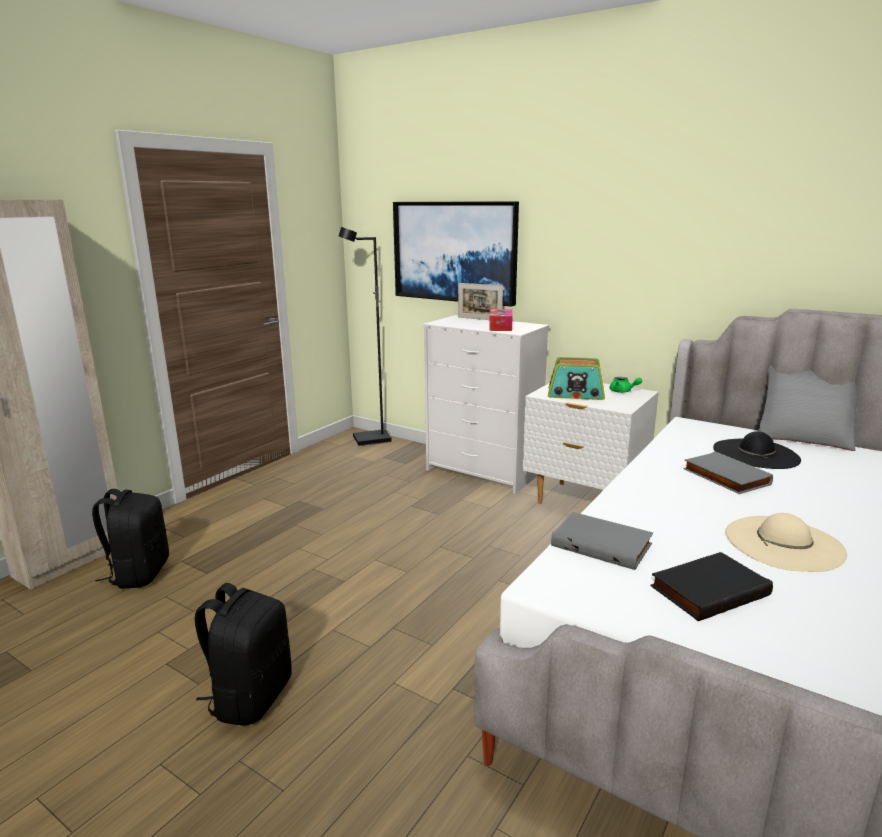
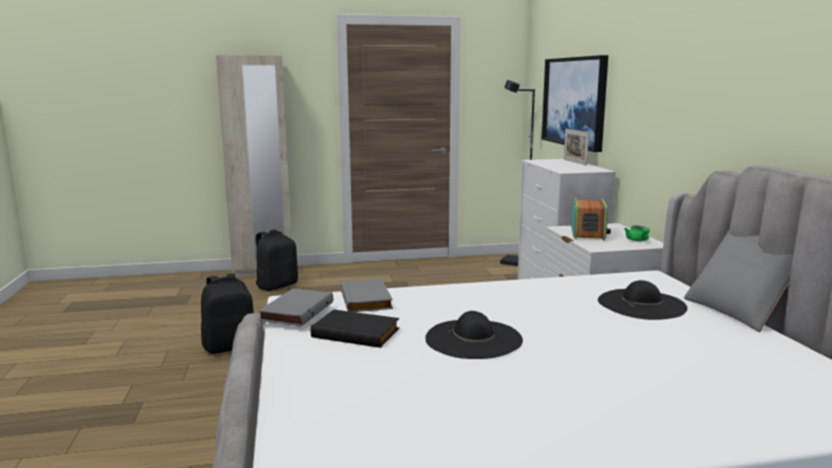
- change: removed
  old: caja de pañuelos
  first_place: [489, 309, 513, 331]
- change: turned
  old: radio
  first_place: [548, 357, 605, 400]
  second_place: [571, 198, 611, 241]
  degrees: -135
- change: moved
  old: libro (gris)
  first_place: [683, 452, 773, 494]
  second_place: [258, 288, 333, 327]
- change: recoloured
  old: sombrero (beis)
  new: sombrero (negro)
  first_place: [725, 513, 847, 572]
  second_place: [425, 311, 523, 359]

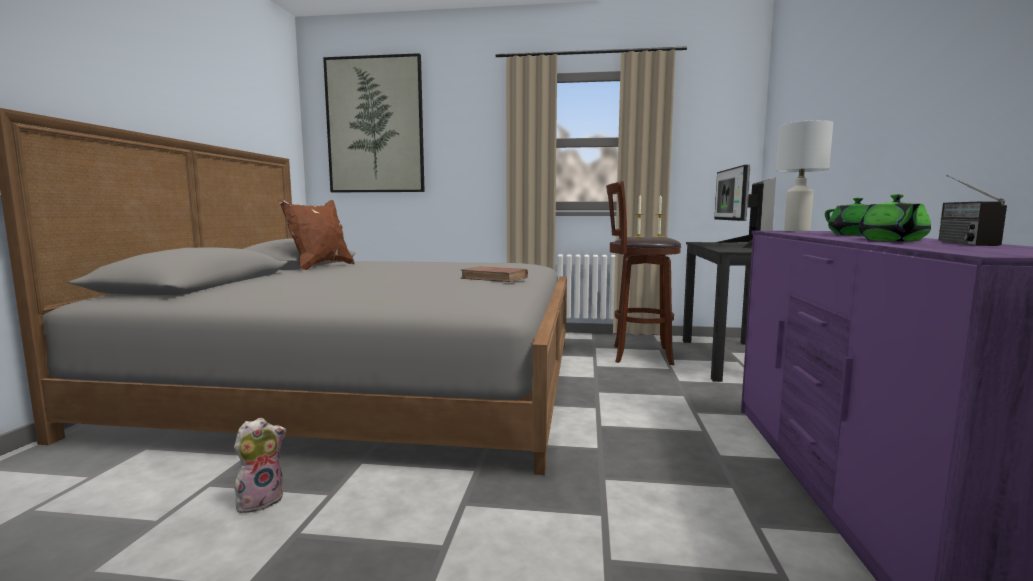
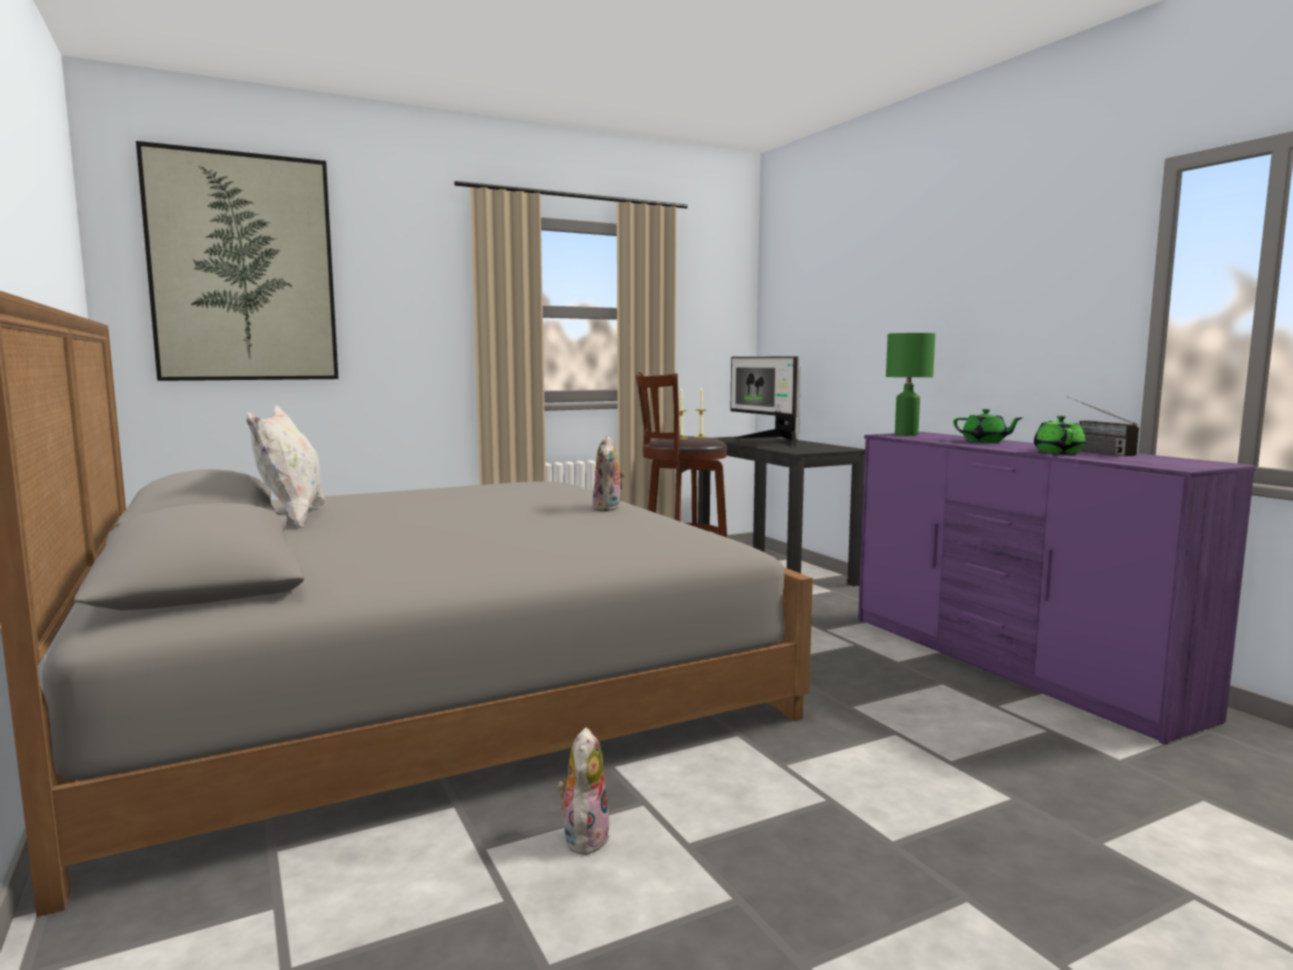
- change: recoloured
  old: cojín (marrón)
  new: cojín (blanco)
  first_place: [278, 199, 354, 270]
  second_place: [246, 405, 325, 526]
- change: replaced
  old: libro (marrón)
  new: peluche
  first_place: [461, 266, 528, 282]
  second_place: [593, 436, 625, 512]
- change: recoloured
  old: lámpara de mesa (blanco)
  new: lámpara de mesa (verde)
  first_place: [776, 120, 833, 232]
  second_place: [886, 333, 935, 436]
- change: turned
  old: tetera (verde)
  first_place: [858, 194, 931, 242]
  second_place: [1034, 416, 1086, 454]
  degrees: -150

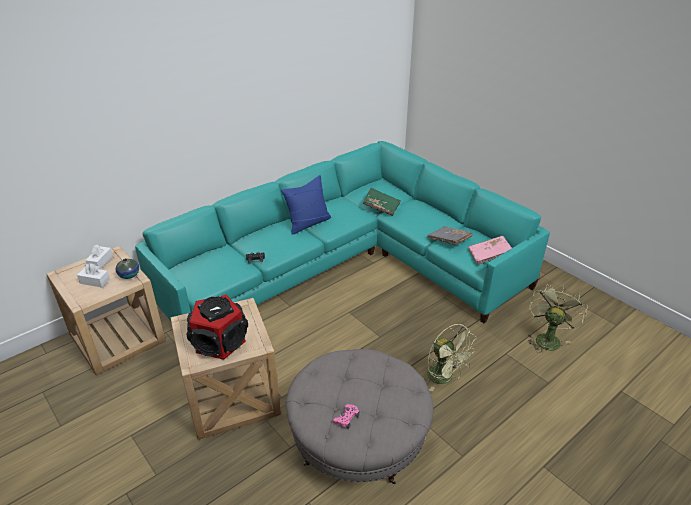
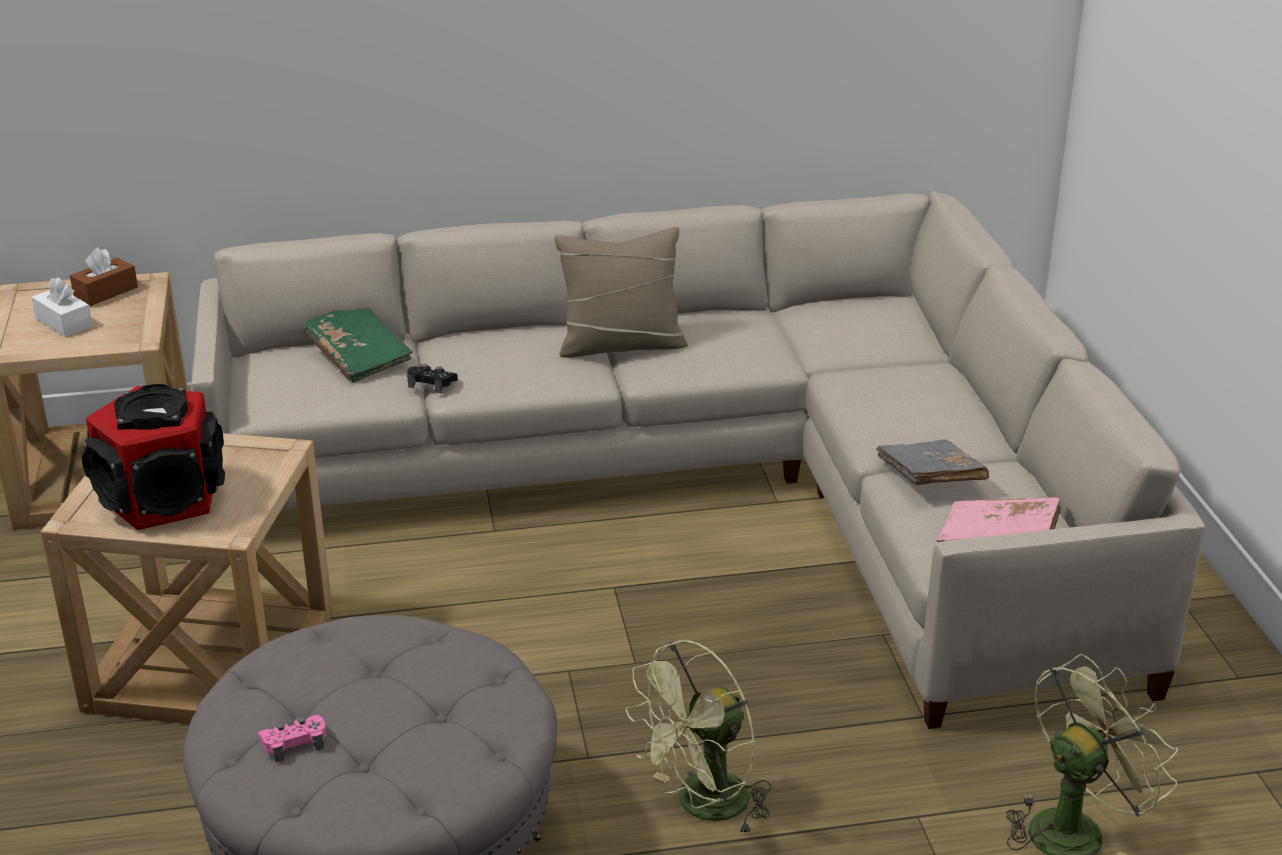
- change: recoloured
  old: caja de pañuelos (blanco)
  new: caja de pañuelos (marrón)
  first_place: [85, 245, 113, 270]
  second_place: [70, 247, 138, 306]
- change: removed
  old: florero
  first_place: [116, 258, 139, 279]
- change: recoloured
  old: sofá (turquesa)
  new: sofá (beis)
  first_place: [135, 141, 550, 323]
  second_place: [191, 191, 1206, 729]
- change: recoloured
  old: cojín (azul)
  new: cojín (beis)
  first_place: [281, 175, 331, 235]
  second_place: [554, 227, 688, 358]
- change: moved
  old: libro (verde)
  first_place: [363, 188, 401, 216]
  second_place: [303, 308, 413, 383]
- change: turned
  old: ventilador (verde)
  first_place: [427, 324, 477, 392]
  second_place: [626, 640, 771, 832]
  degrees: 60

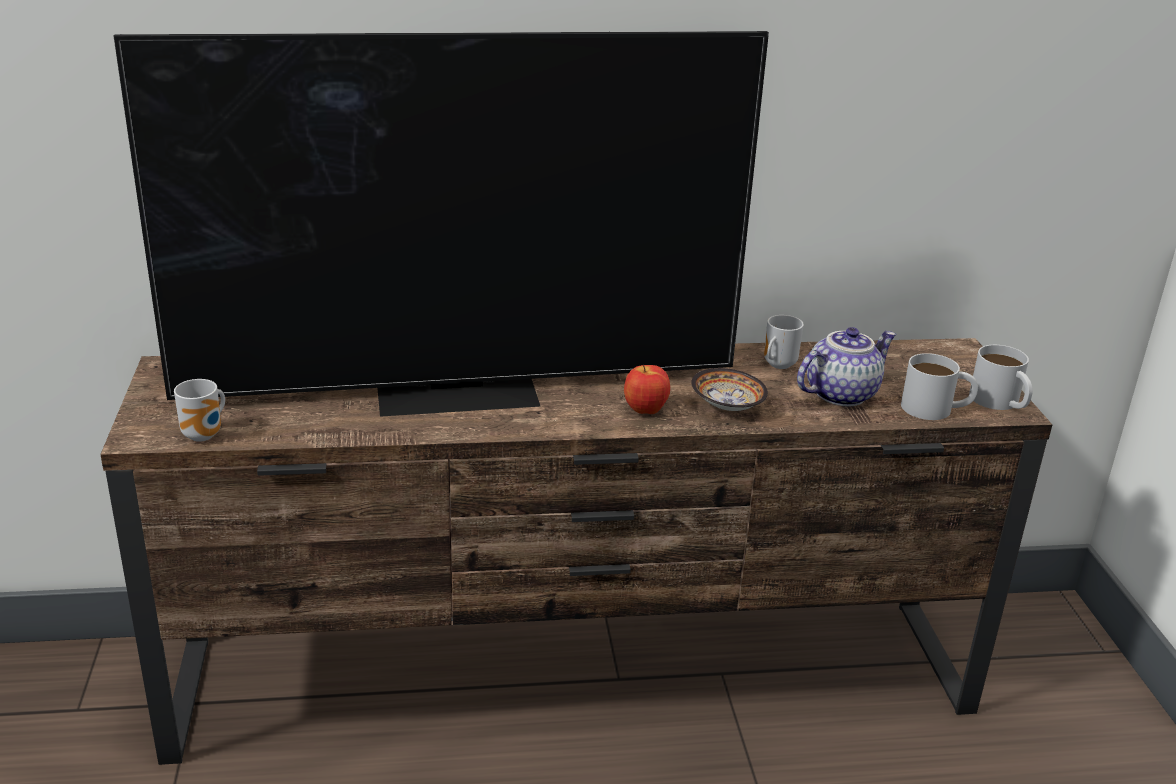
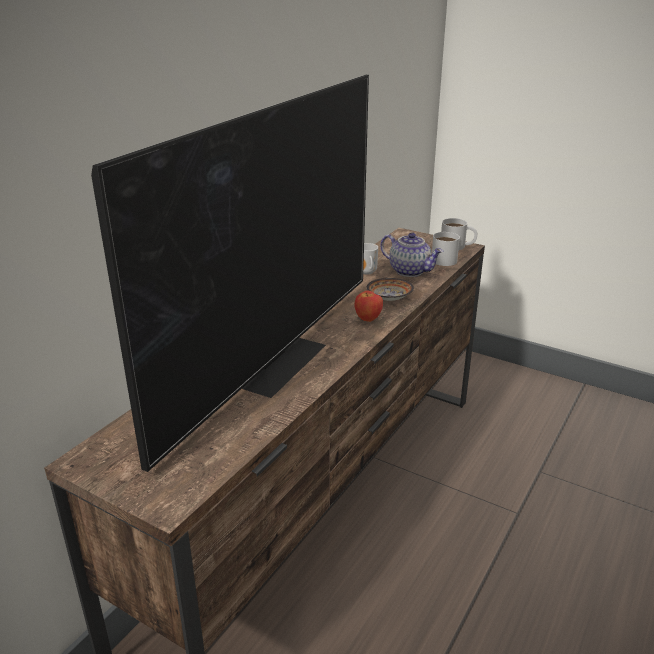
- change: removed
  old: taza grande
  first_place: [174, 379, 225, 442]
- change: turned
  old: tetera
  first_place: [797, 327, 897, 407]
  second_place: [380, 233, 443, 277]
  degrees: 120

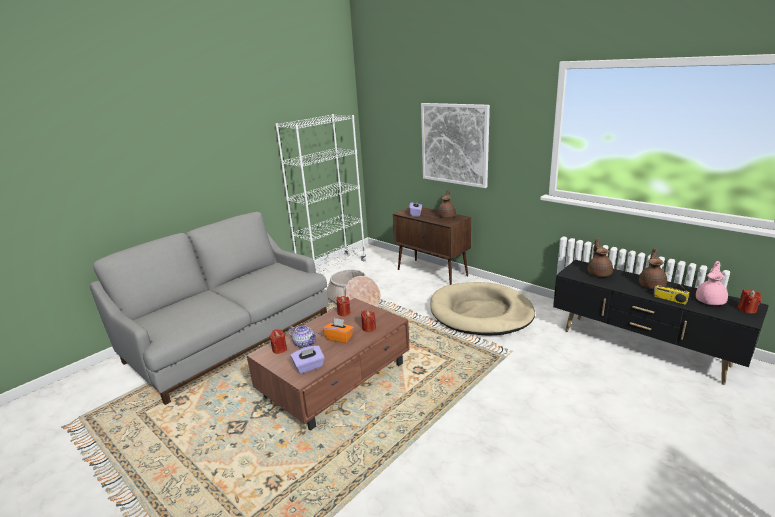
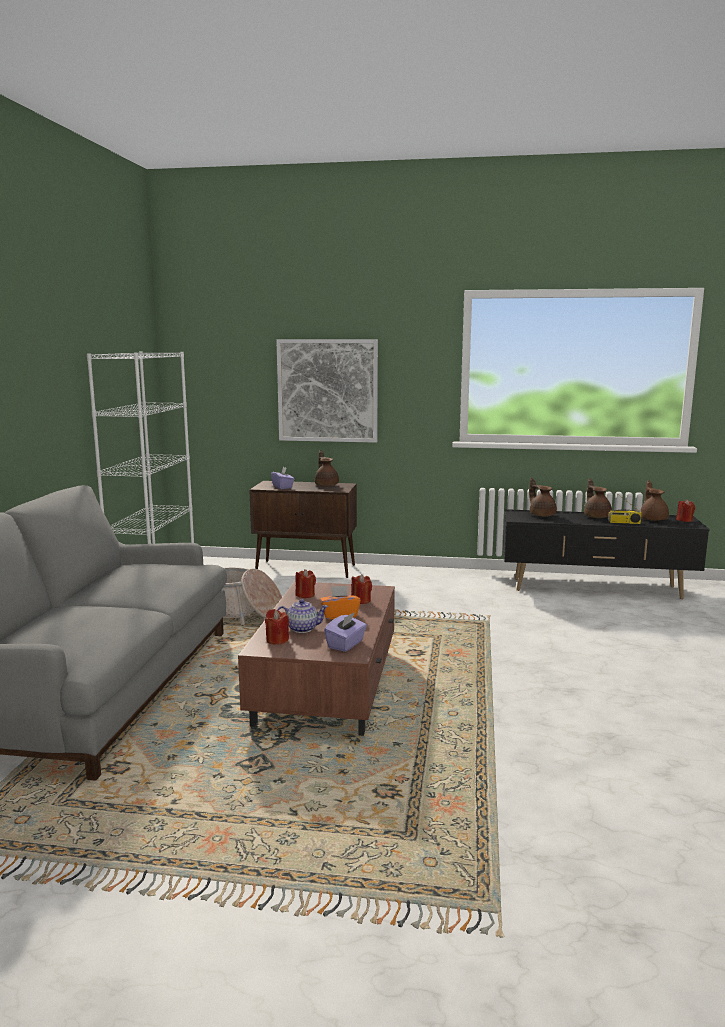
- change: removed
  old: cama para perro (beis)
  first_place: [430, 282, 535, 336]
- change: recoloured
  old: tetera (rosa)
  new: tetera (marrón)
  first_place: [696, 261, 728, 305]
  second_place: [640, 480, 669, 521]

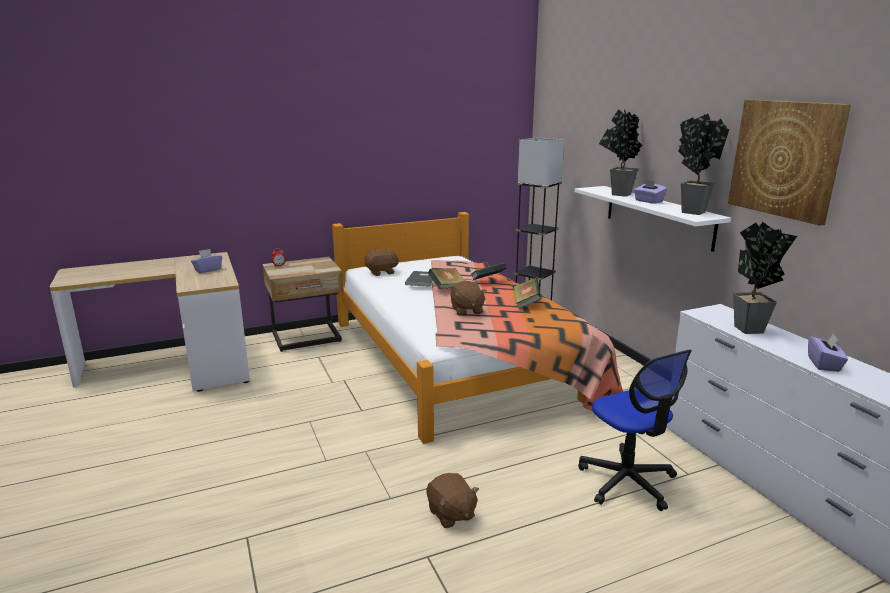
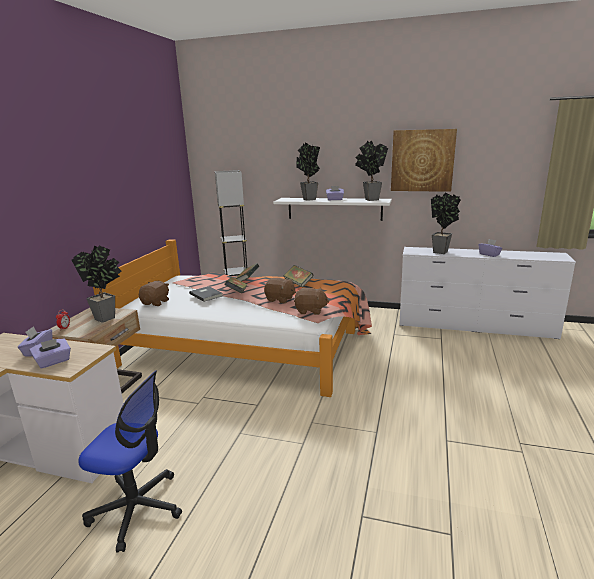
- change: moved
  old: peluche (marrón)
  first_place: [427, 473, 479, 528]
  second_place: [294, 288, 330, 315]
- change: moved
  old: silla de oficina
  first_place: [578, 349, 692, 511]
  second_place: [78, 370, 182, 553]
- change: added
  new: caja de pañuelos (morado)
  second_place: [29, 338, 71, 369]
- change: added
  new: planta en maceta
  second_place: [71, 246, 122, 323]

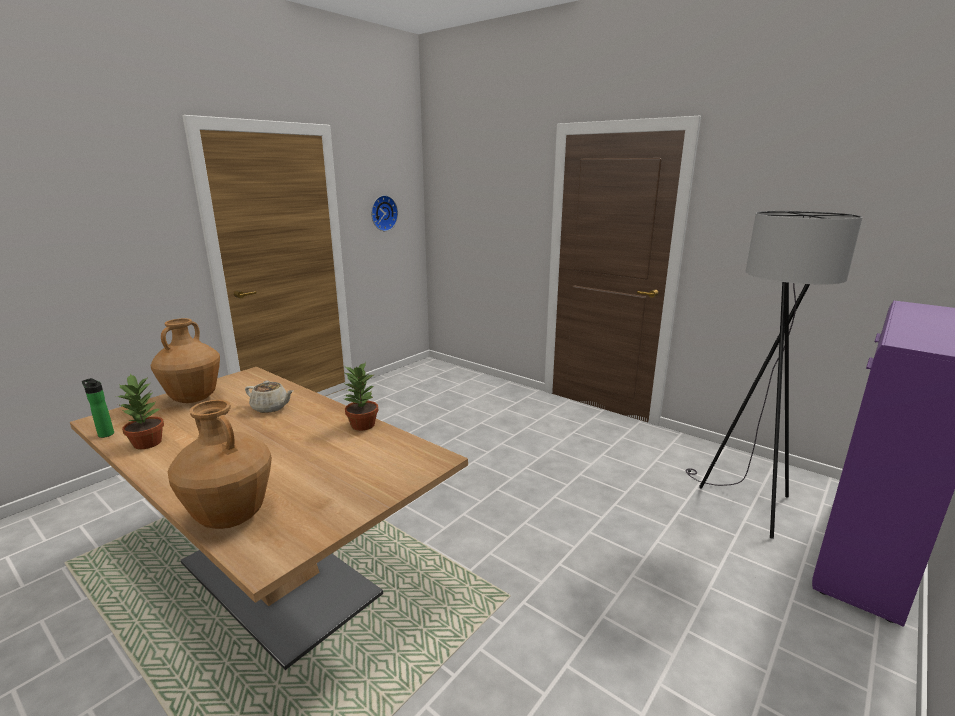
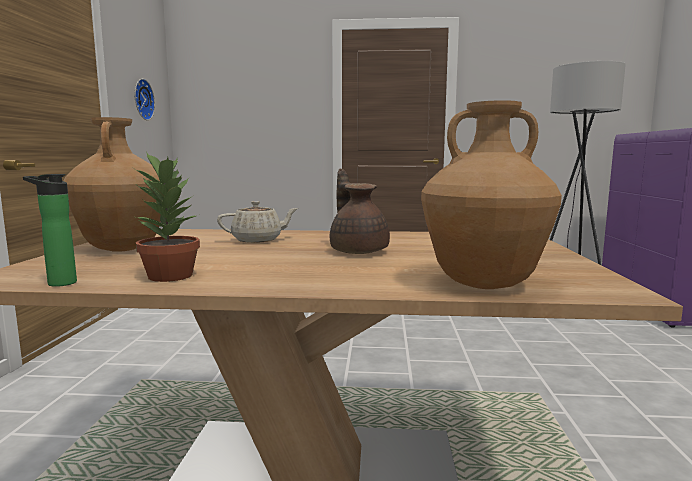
- change: removed
  old: planta en maceta
  first_place: [345, 362, 379, 431]
- change: added
  new: tetera (marrón)
  second_place: [330, 169, 390, 254]

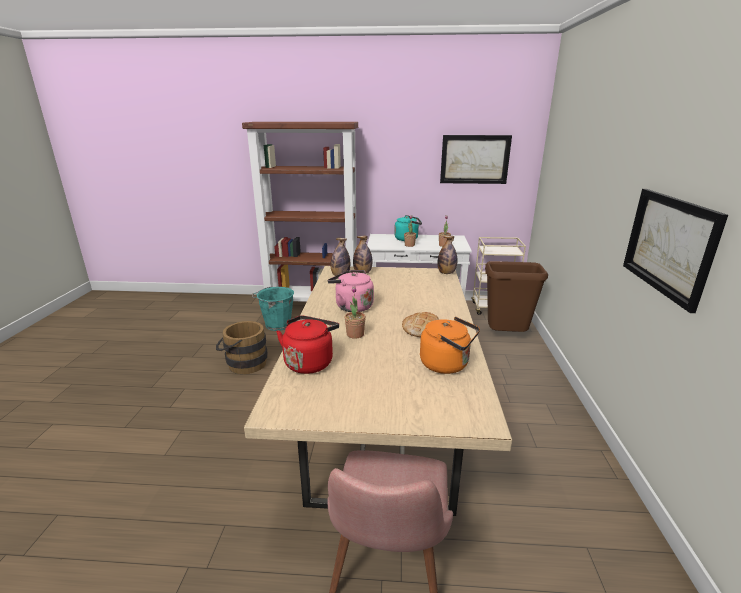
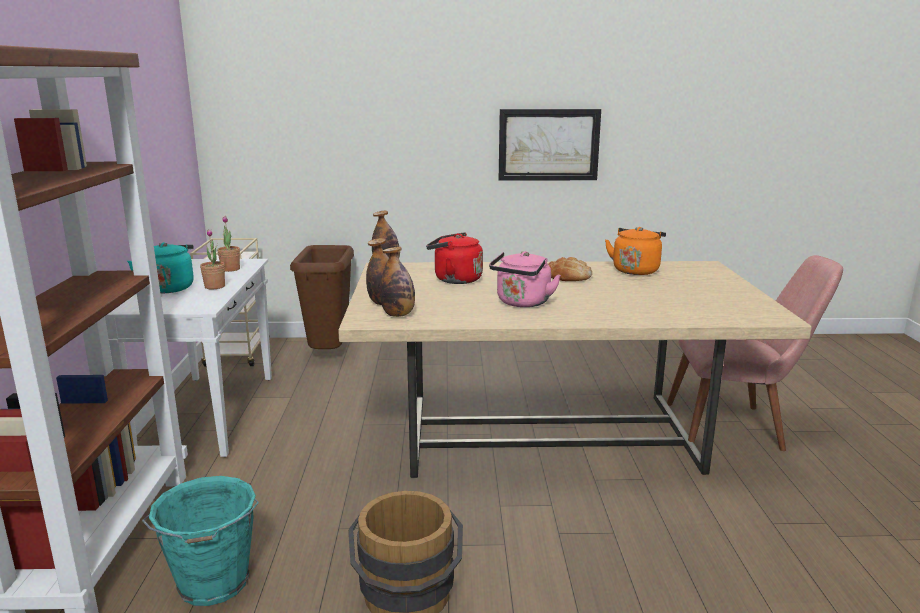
- change: moved
  old: hervidor (rojo)
  first_place: [276, 315, 339, 374]
  second_place: [426, 232, 483, 284]
- change: removed
  old: planta en maceta
  first_place: [345, 286, 366, 339]
- change: removed
  old: cuadro
  first_place: [440, 135, 512, 184]

